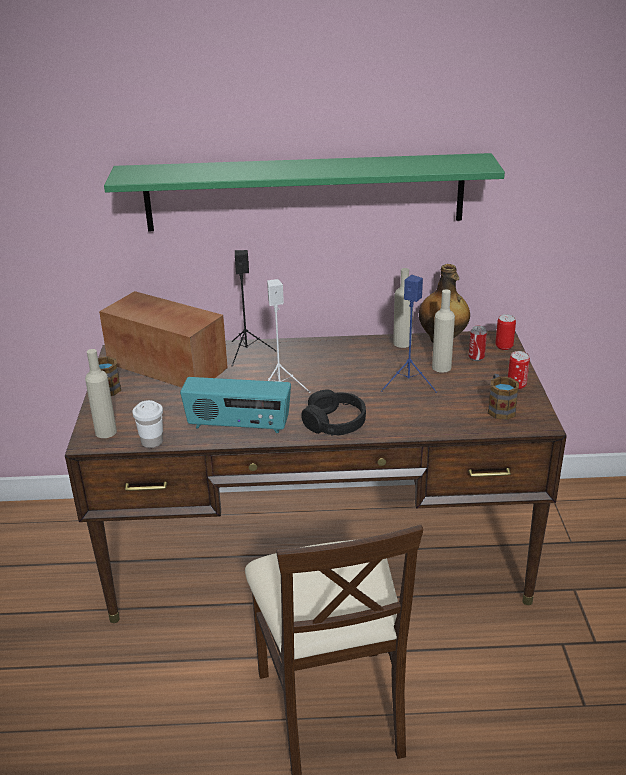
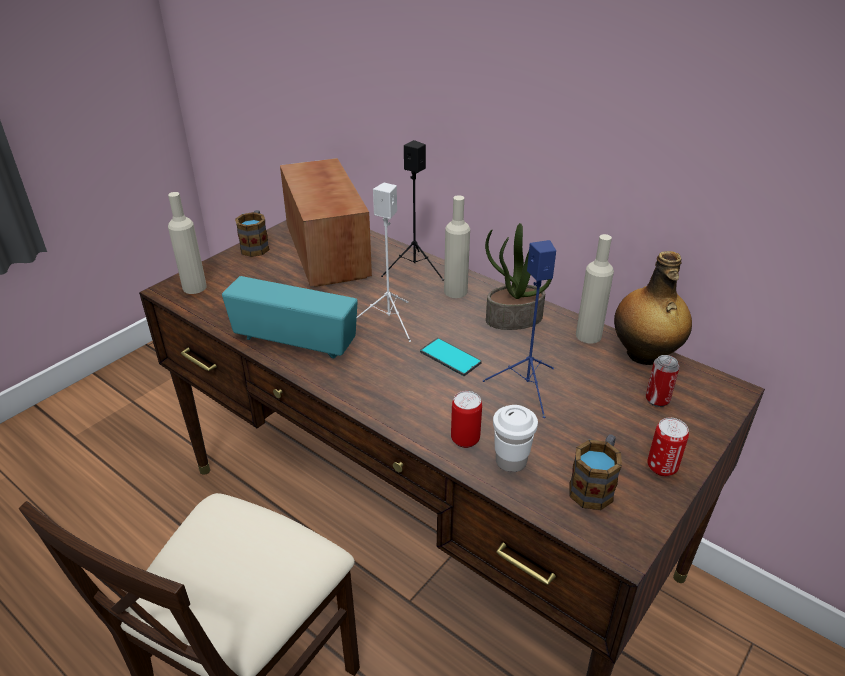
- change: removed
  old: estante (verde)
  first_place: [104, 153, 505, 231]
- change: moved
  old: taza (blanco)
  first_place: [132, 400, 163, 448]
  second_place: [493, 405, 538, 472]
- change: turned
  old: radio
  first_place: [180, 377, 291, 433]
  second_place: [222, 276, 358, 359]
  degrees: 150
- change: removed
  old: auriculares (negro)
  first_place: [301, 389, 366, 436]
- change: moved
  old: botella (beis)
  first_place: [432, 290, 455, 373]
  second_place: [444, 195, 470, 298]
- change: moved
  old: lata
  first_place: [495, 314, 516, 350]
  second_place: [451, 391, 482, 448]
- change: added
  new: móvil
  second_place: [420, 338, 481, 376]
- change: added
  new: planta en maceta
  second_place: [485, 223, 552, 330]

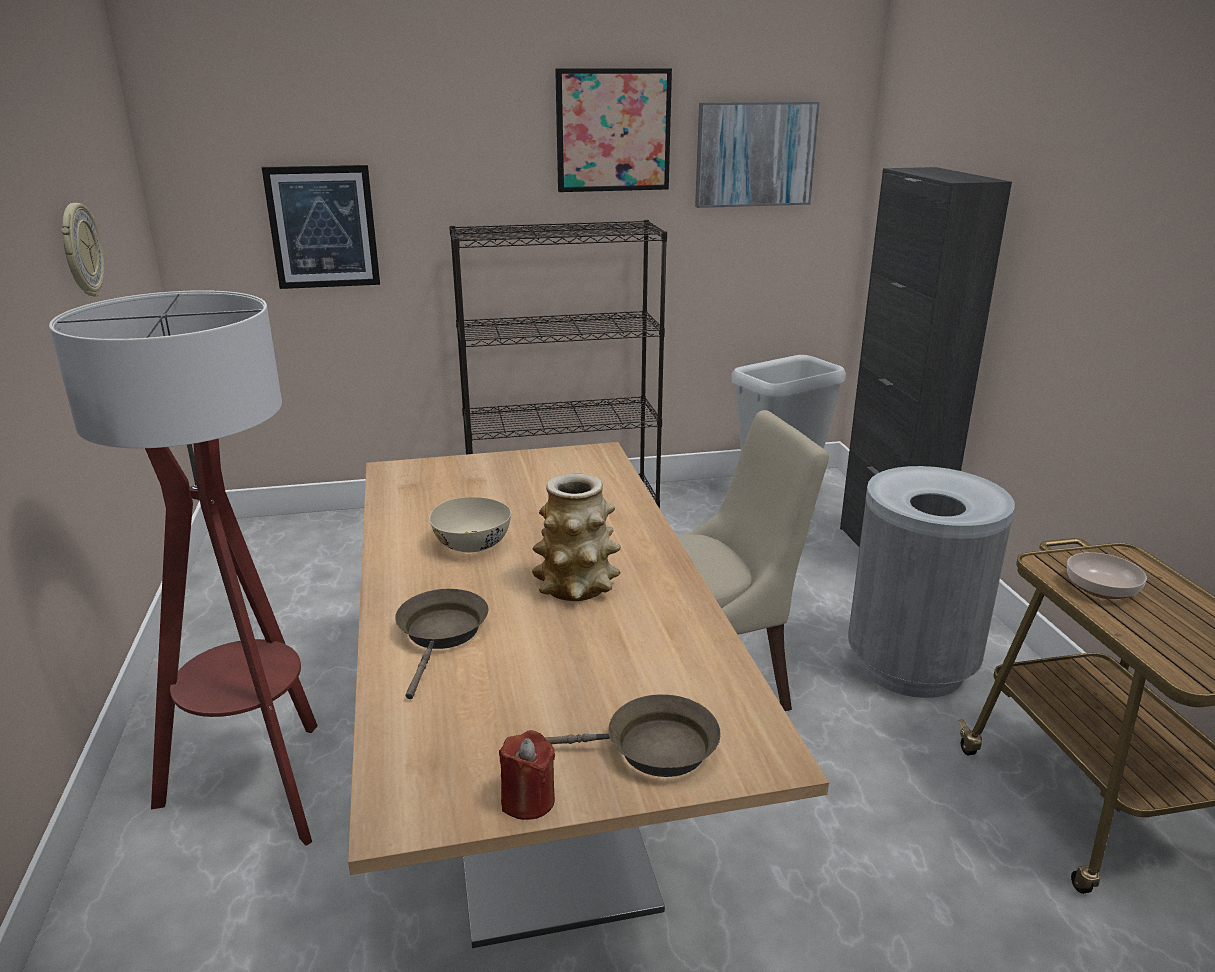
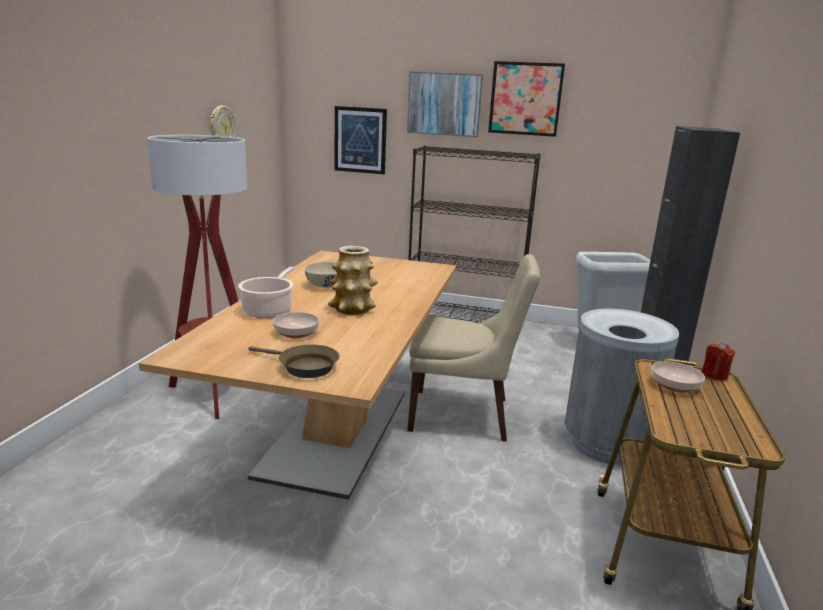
- change: replaced
  old: sartén (marrón)
  new: olla
  first_place: [395, 589, 489, 699]
  second_place: [238, 267, 294, 318]
- change: moved
  old: vela (rojo)
  first_place: [499, 730, 555, 820]
  second_place: [701, 343, 736, 381]
- change: moved
  old: cuadro
  first_place: [695, 102, 819, 208]
  second_place: [407, 71, 483, 137]
- change: added
  new: cuenco
  second_place: [273, 312, 319, 338]

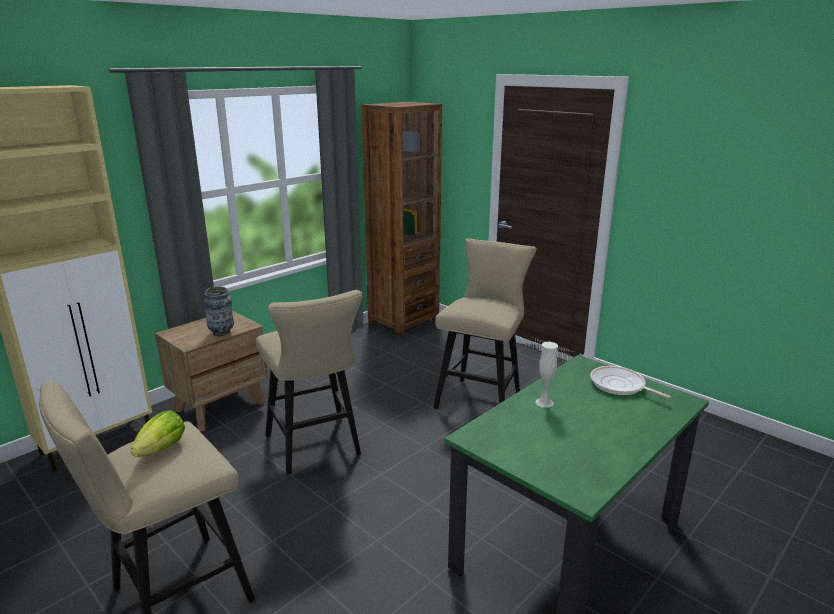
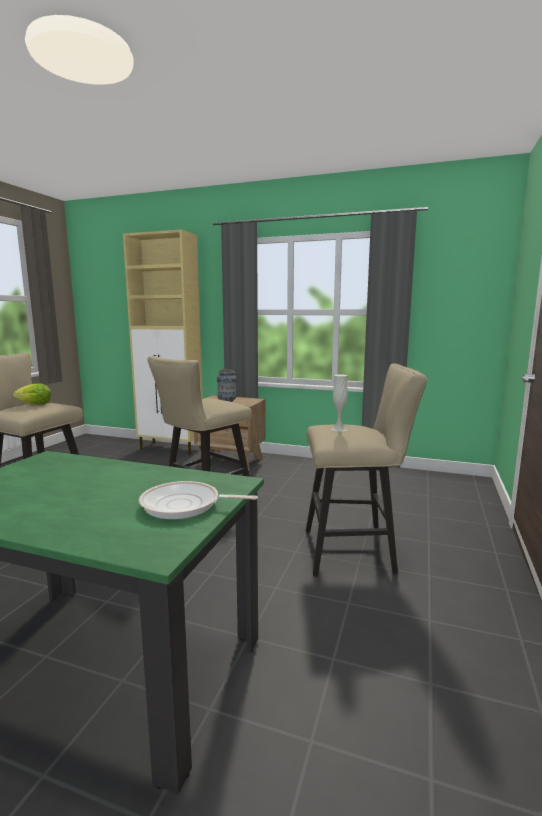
- change: removed
  old: estantería (marrón)
  first_place: [361, 102, 442, 337]
- change: moved
  old: florero (blanco)
  first_place: [535, 342, 558, 408]
  second_place: [331, 374, 348, 432]
- change: turned
  old: sartén
  first_place: [590, 366, 671, 398]
  second_place: [139, 481, 258, 519]
  degrees: -105

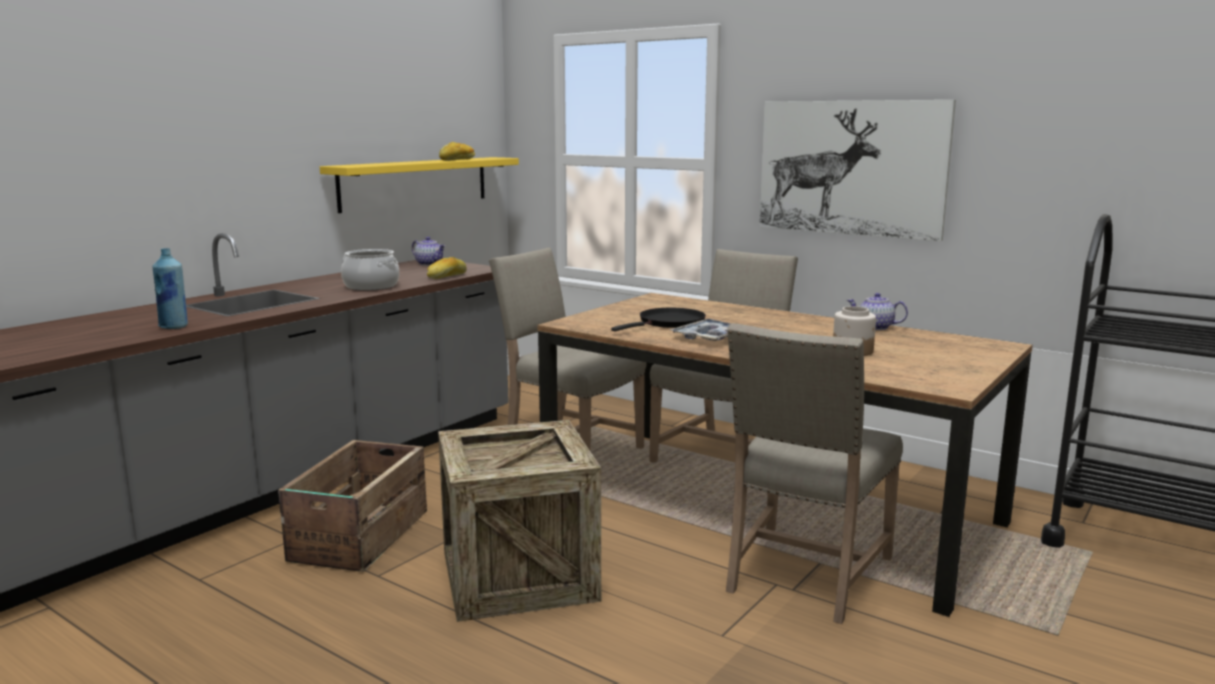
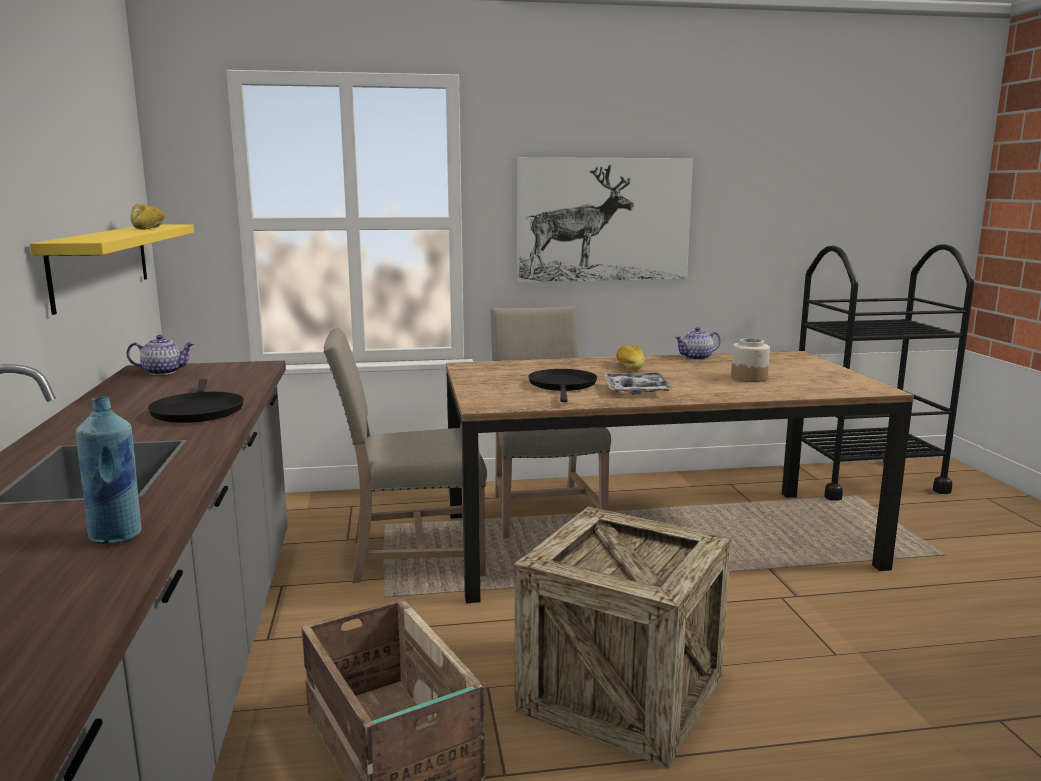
- change: replaced
  old: olla
  new: sartén (negro)
  first_place: [341, 249, 399, 290]
  second_place: [148, 379, 244, 423]
- change: moved
  old: pan
  first_place: [427, 257, 467, 279]
  second_place: [616, 345, 644, 371]
- change: removed
  old: silla (beis)
  first_place: [726, 323, 903, 624]

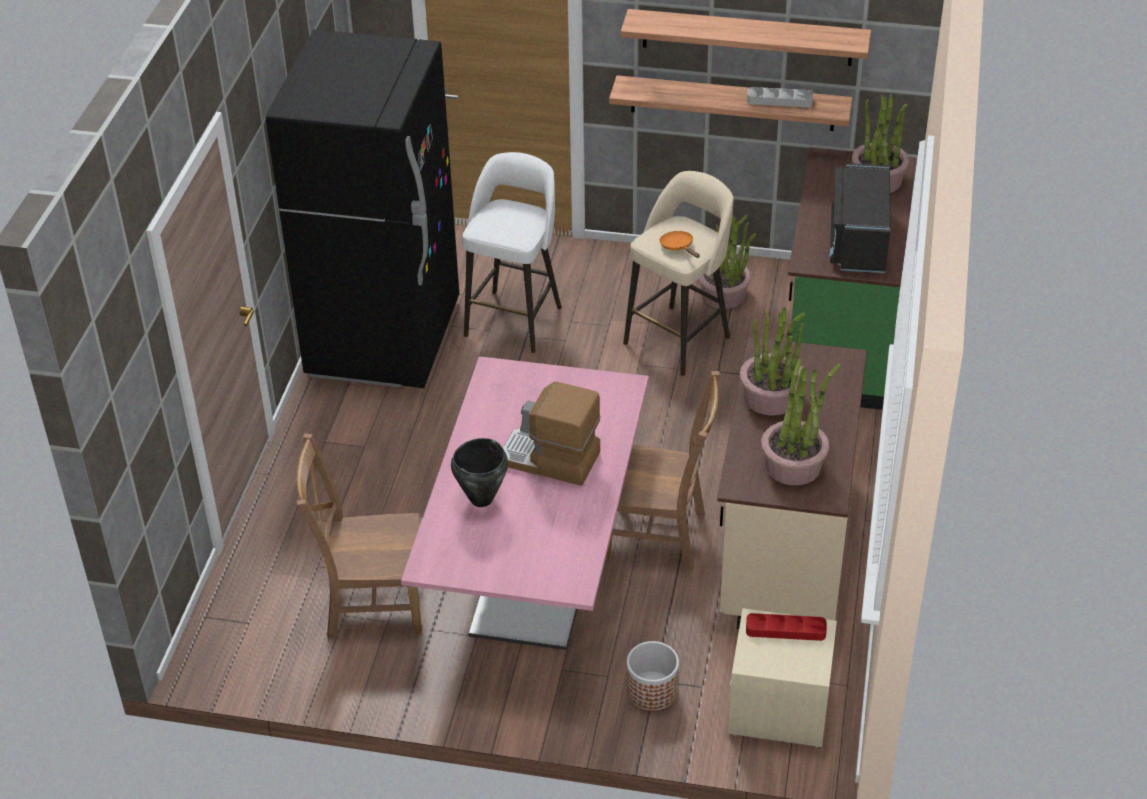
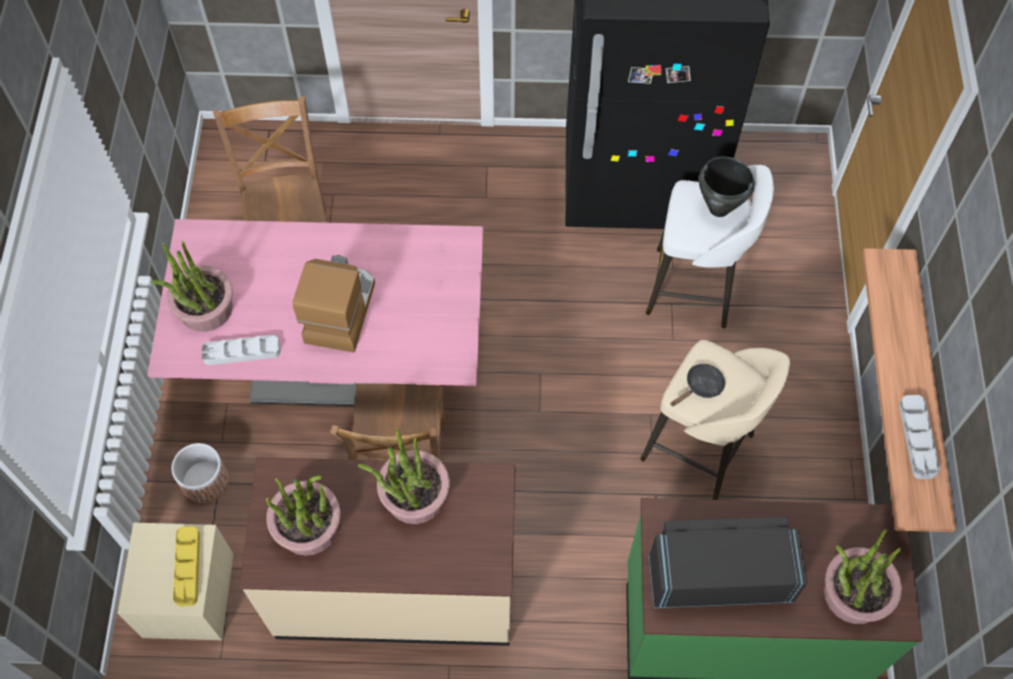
- change: moved
  old: olla (negro)
  first_place: [451, 438, 508, 507]
  second_place: [699, 157, 755, 217]
- change: removed
  old: estante
  first_place: [621, 9, 871, 66]
- change: recoloured
  old: sartén (naranja)
  new: sartén (negro)
  first_place: [659, 231, 700, 258]
  second_place: [670, 364, 725, 406]
- change: moved
  old: planta en maceta
  first_place: [698, 214, 757, 309]
  second_place: [151, 241, 233, 332]
- change: recoloured
  old: bandeja (rojo)
  new: bandeja (amarillo)
  first_place: [746, 613, 827, 641]
  second_place: [173, 526, 200, 606]
- change: added
  new: bandeja (gris)
  second_place: [202, 335, 280, 365]

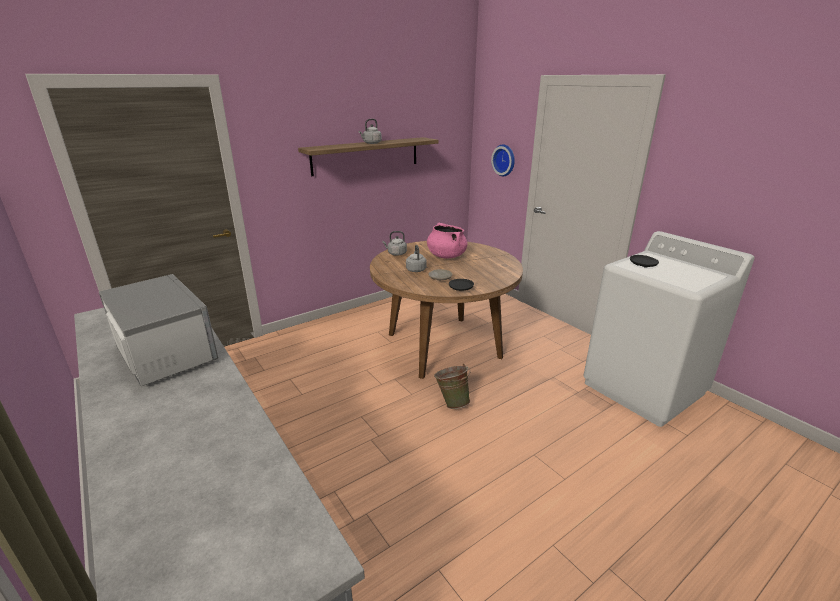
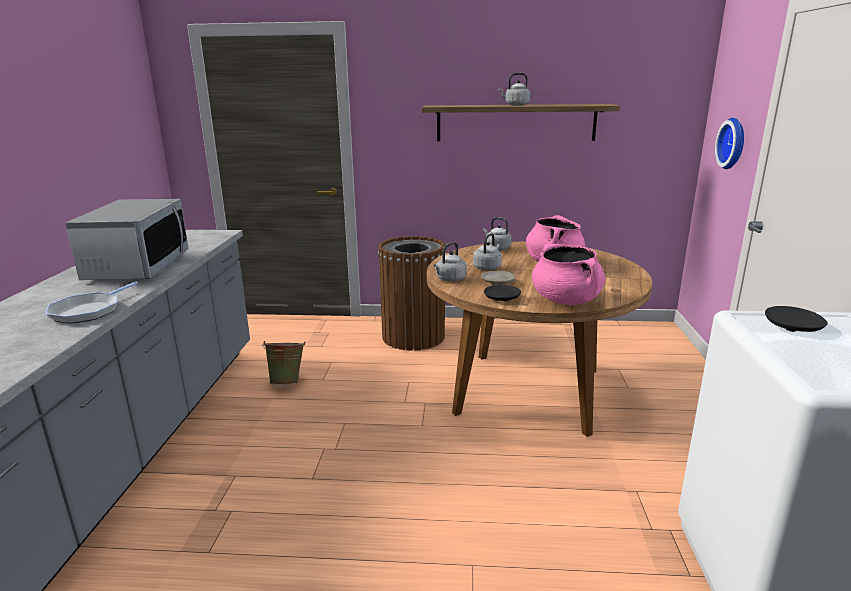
- change: moved
  old: cubo (verde)
  first_place: [434, 364, 470, 409]
  second_place: [262, 341, 305, 385]
- change: added
  new: sartén
  second_place: [46, 281, 138, 324]
- change: added
  new: papelera (marrón)
  second_place: [378, 236, 446, 351]
- change: added
  new: hervidor (gris)
  second_place: [433, 242, 467, 281]
- change: added
  new: olla (rosa)
  second_place: [532, 244, 605, 305]

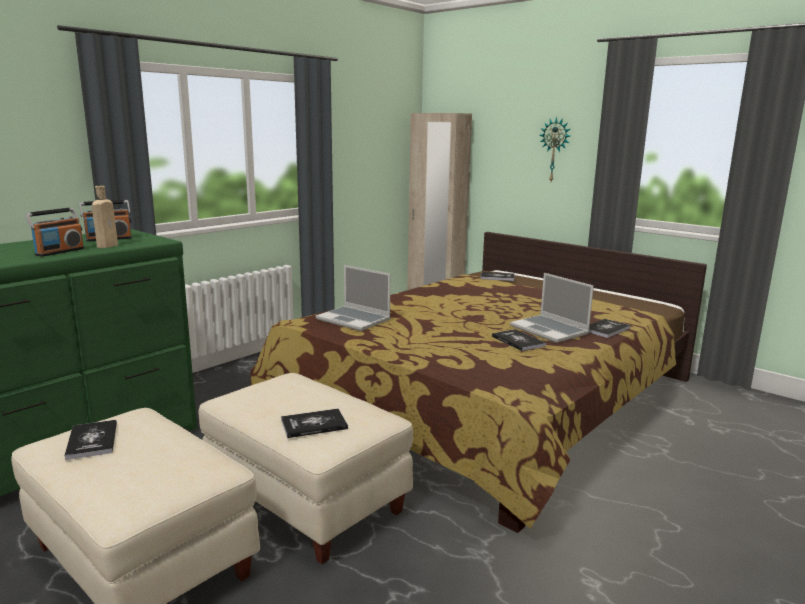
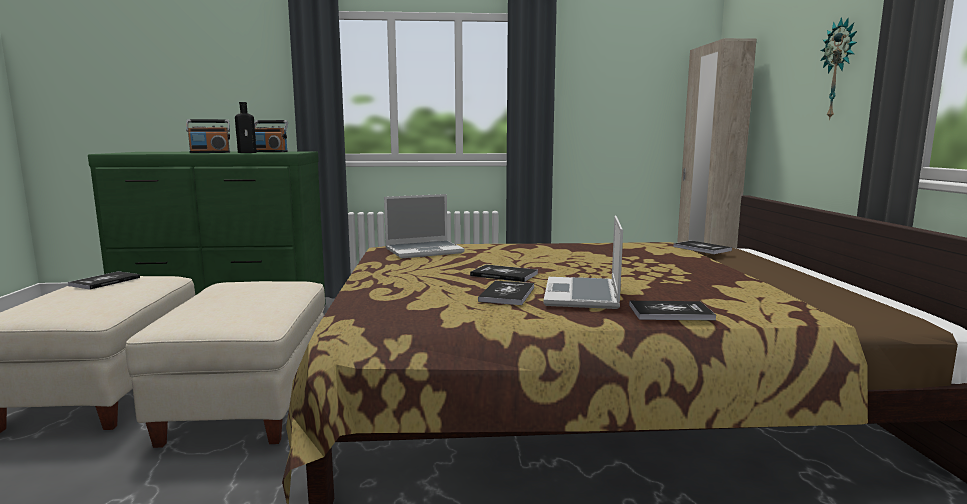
- change: recoloured
  old: botella (beis)
  new: botella (negro)
  first_place: [92, 186, 118, 248]
  second_place: [235, 102, 257, 153]
- change: moved
  old: libro
  first_place: [281, 409, 348, 438]
  second_place: [470, 264, 538, 282]
- change: turned
  old: portátil
  first_place: [316, 265, 390, 331]
  second_place: [384, 194, 465, 258]
  degrees: -105

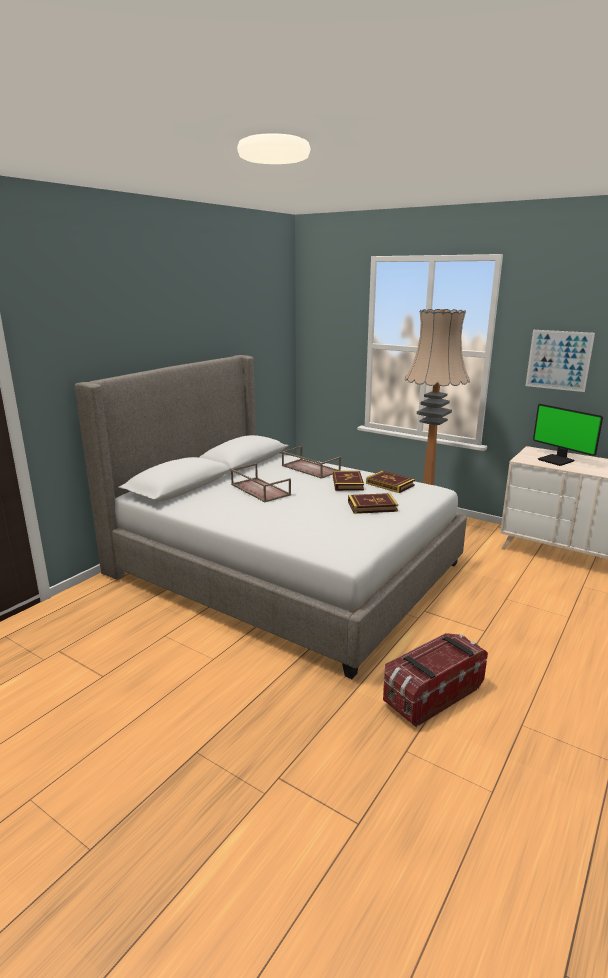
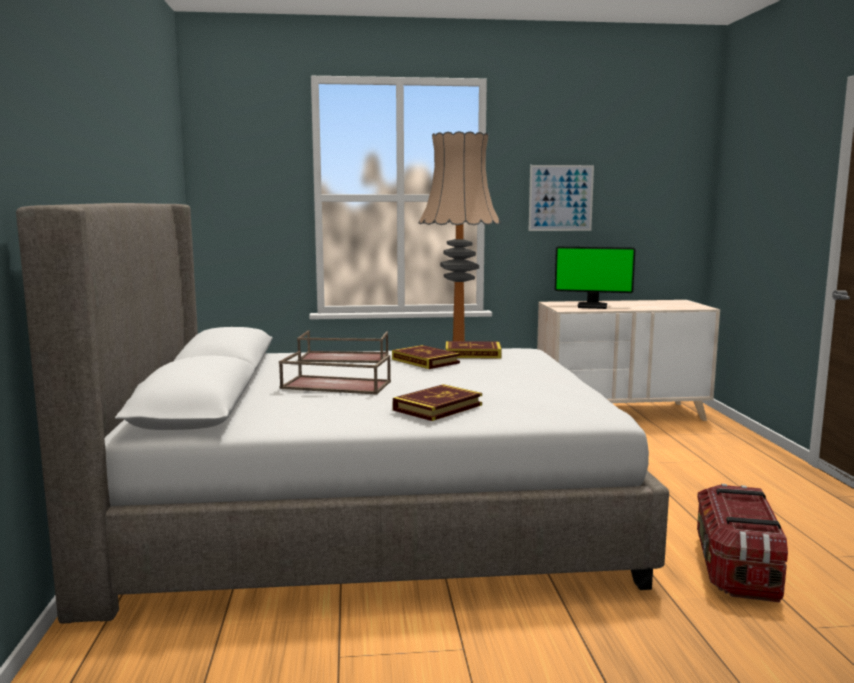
- change: moved
  old: libro
  first_place: [348, 493, 398, 514]
  second_place: [393, 384, 482, 421]

